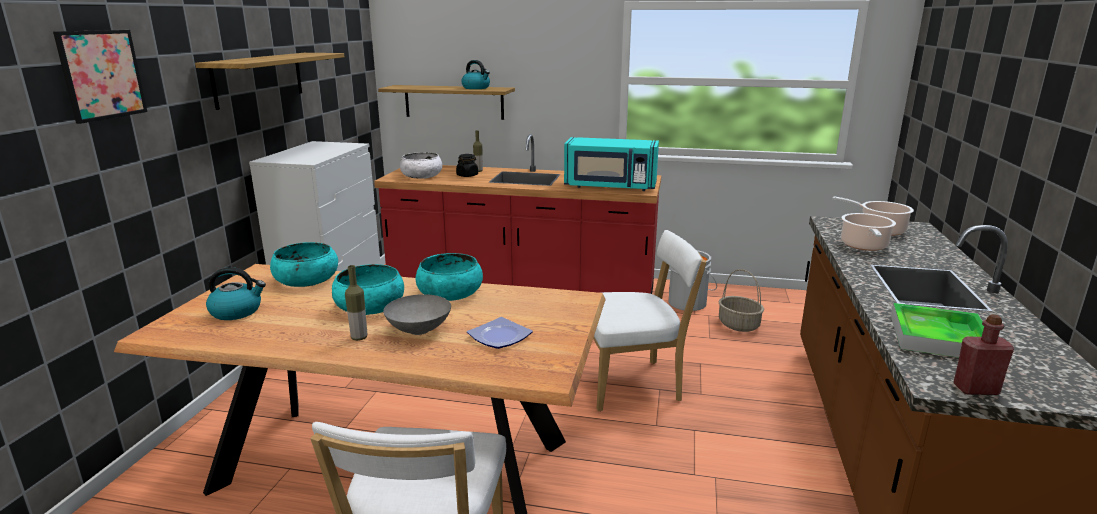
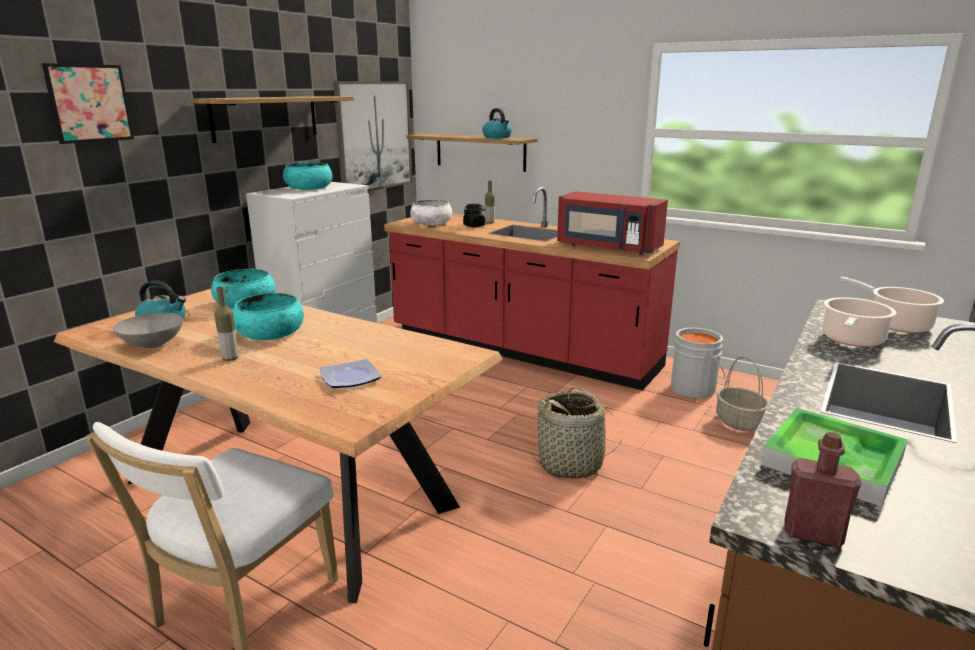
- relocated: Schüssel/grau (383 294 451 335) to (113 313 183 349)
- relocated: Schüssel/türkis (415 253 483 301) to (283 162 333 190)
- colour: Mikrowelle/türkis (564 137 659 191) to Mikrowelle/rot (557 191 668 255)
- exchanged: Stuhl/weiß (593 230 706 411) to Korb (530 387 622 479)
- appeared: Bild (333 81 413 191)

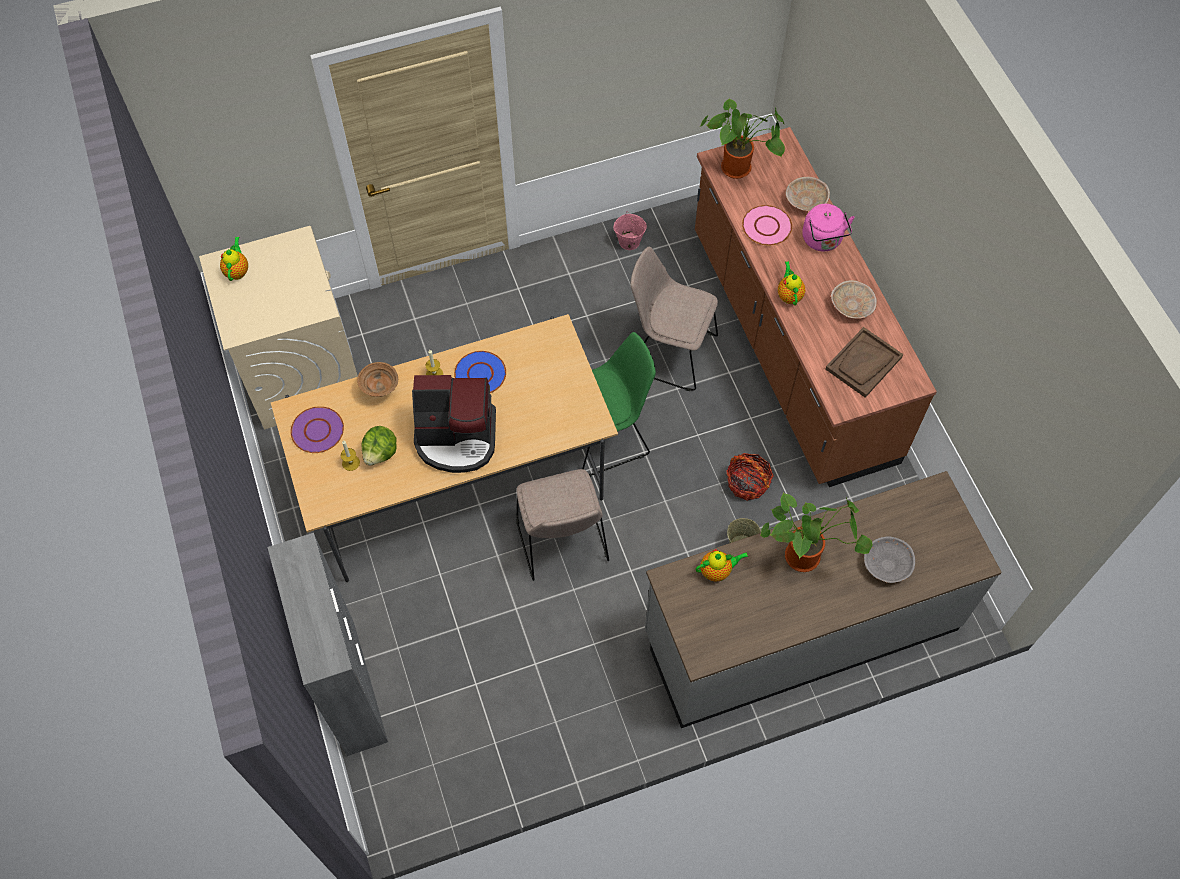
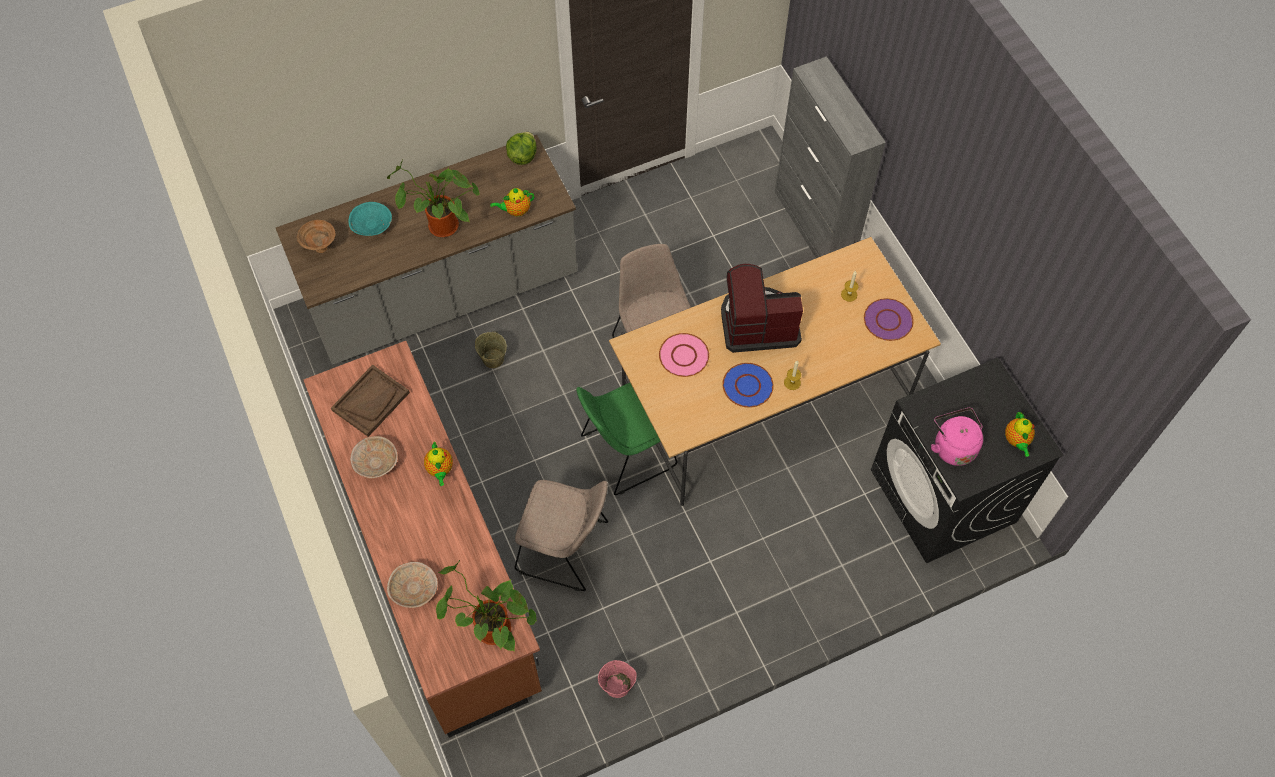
- colour: Waschmaschine/beige (199 226 358 430) to Waschmaschine/schwarz (871 358 1064 563)
- relocated: Schüssel/braun (357 362 398 397) to (297 220 335 253)
- relocated: Salatkopf (361 426 397 465) to (506 132 537 165)
- missing: Korb (726 453 774 501)
- relocated: Teller/rosa (742 205 792 245) to (659 333 709 377)
- relocated: Wasserkessel/rosa (802 204 855 251) to (931 408 983 466)
- colour: Schüssel/grau (864 537 915 583) to Schüssel/türkis (348 202 392 236)

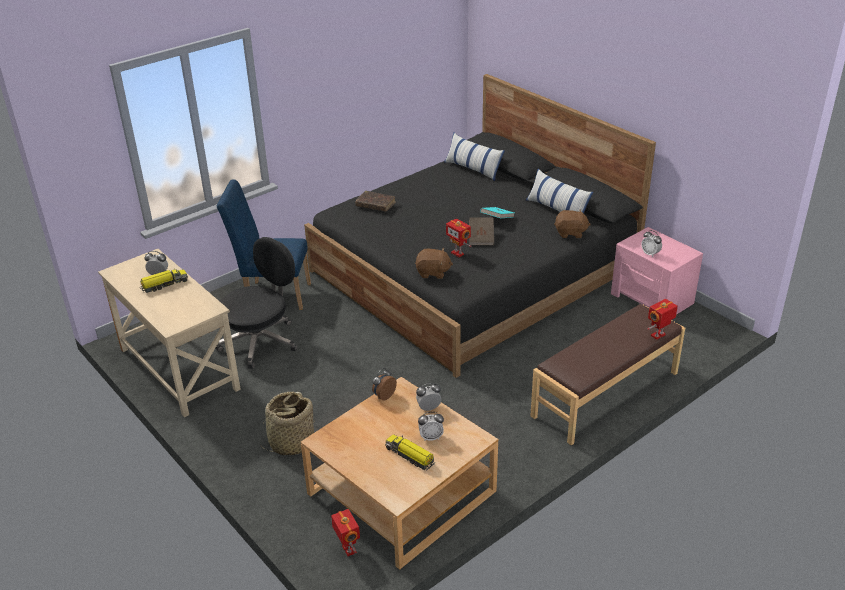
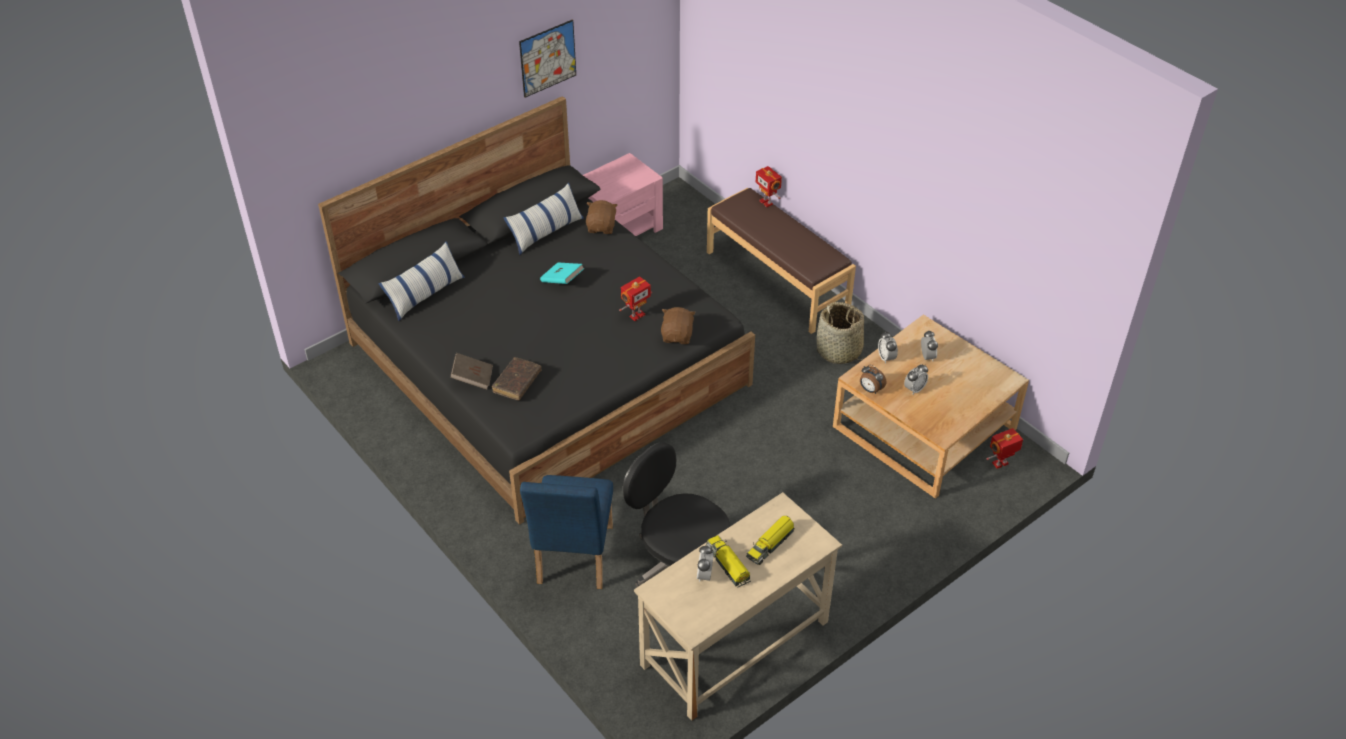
- relocated: Korb (260 392 314 455) to (817 302 864 364)
- relocated: Spielzeuglaster (385 434 435 471) to (746 516 795 565)
- relocated: Buch/braun (469 217 494 245) to (450 353 493 390)
- relocated: Wecker (641 230 662 257) to (904 364 928 395)
- appeared: Bild (519 20 576 98)

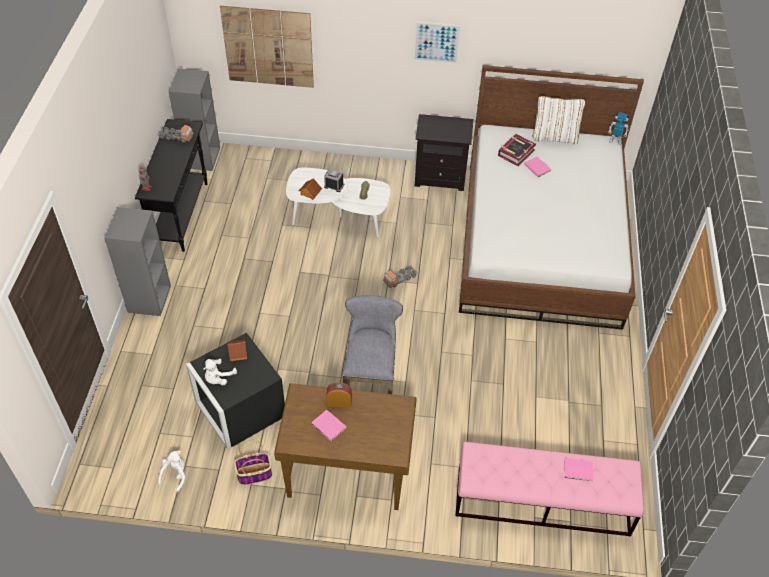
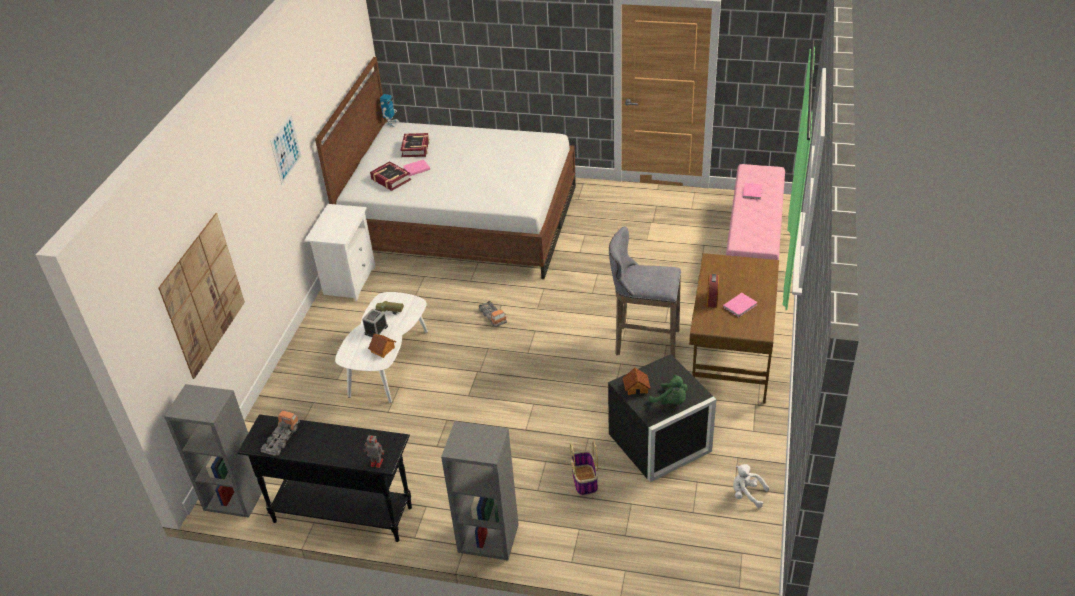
- colour: Plüschtier/weiß (204 359 237 385) to Plüschtier/grün (649 375 688 404)
- relocated: Korb (234 441 272 485) to (570 441 598 496)
- colour: Nachttisch/schwarz (415 114 473 191) to Nachttisch/weiß (304 204 376 301)
- missing: Kissen/weiß (533 96 585 144)
- appeared: Buch (400 133 430 157)

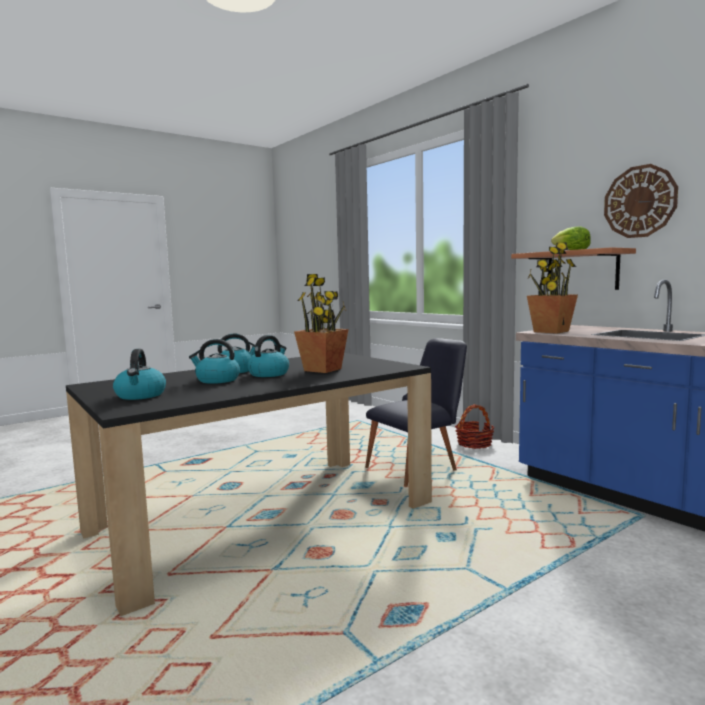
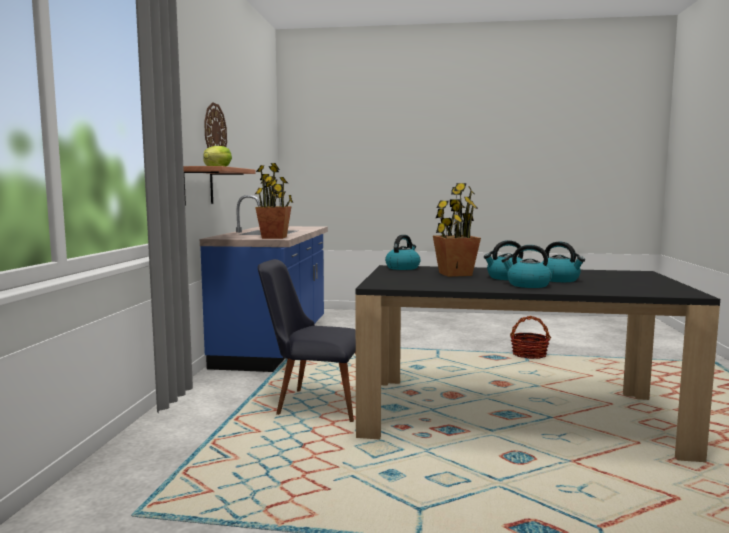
- relocated: Wasserkessel (113 349 166 400) to (385 235 421 270)
- relocated: Korb (455 404 495 449) to (510 316 551 359)

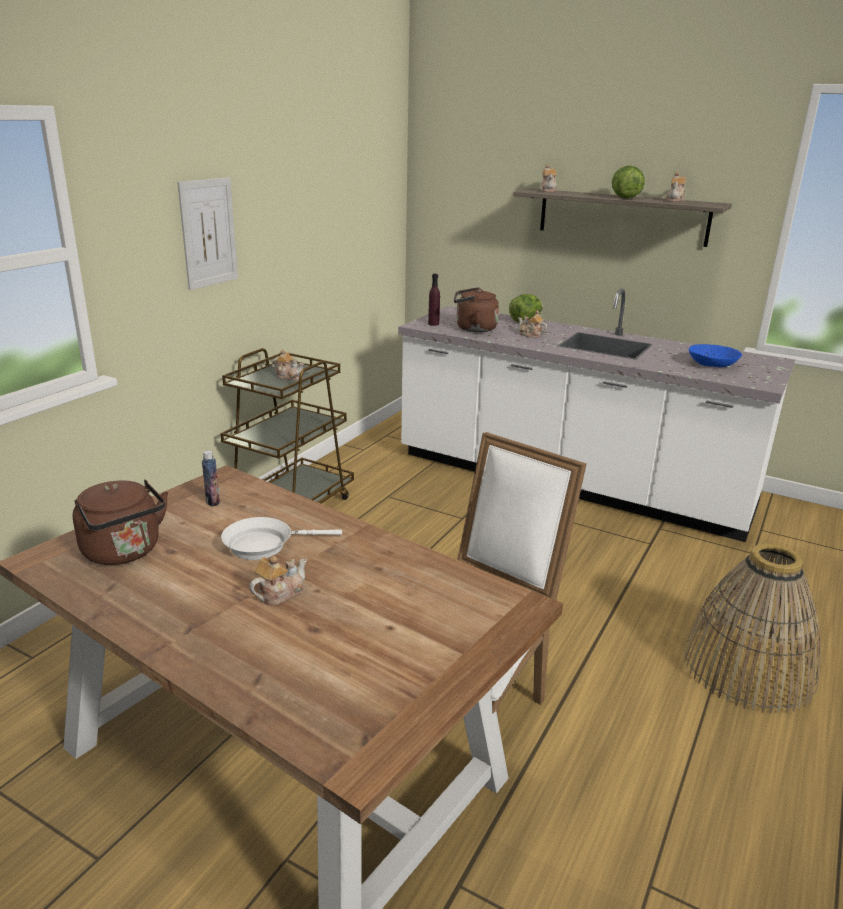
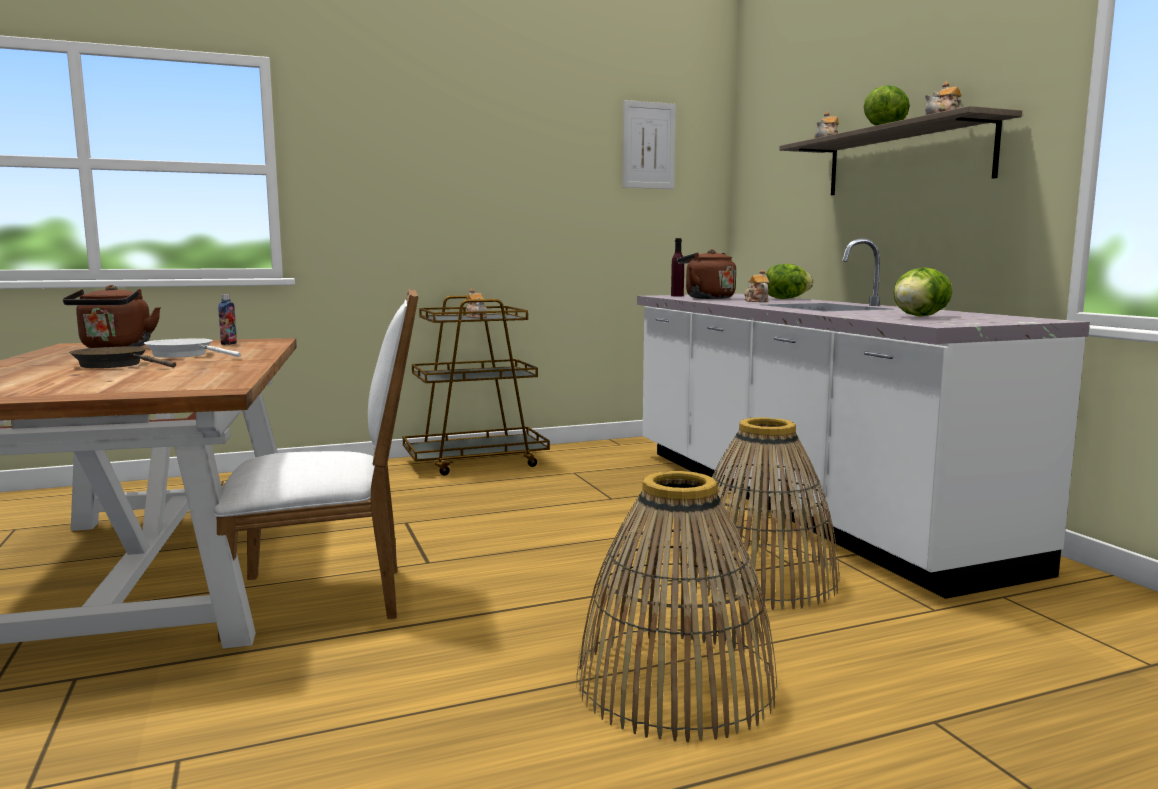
- relocated: Bild (177 177 238 290) to (623 100 676 189)
- exchanged: Teekanne (249 555 307 606) to Pfanne/braun (69 346 176 368)
- exchanged: Schüssel/blau (689 344 742 367) to Salatkopf (894 267 952 317)
- appeared: Korb (687 417 840 610)

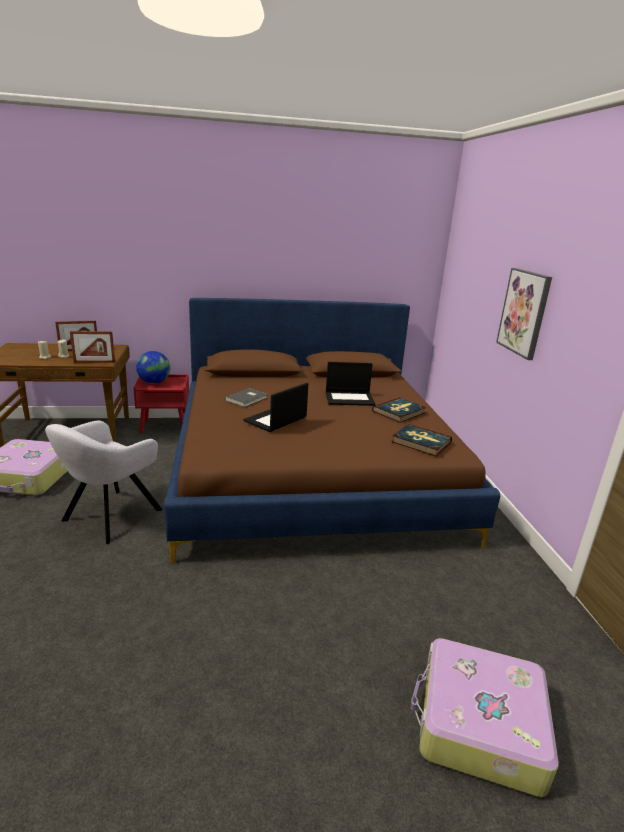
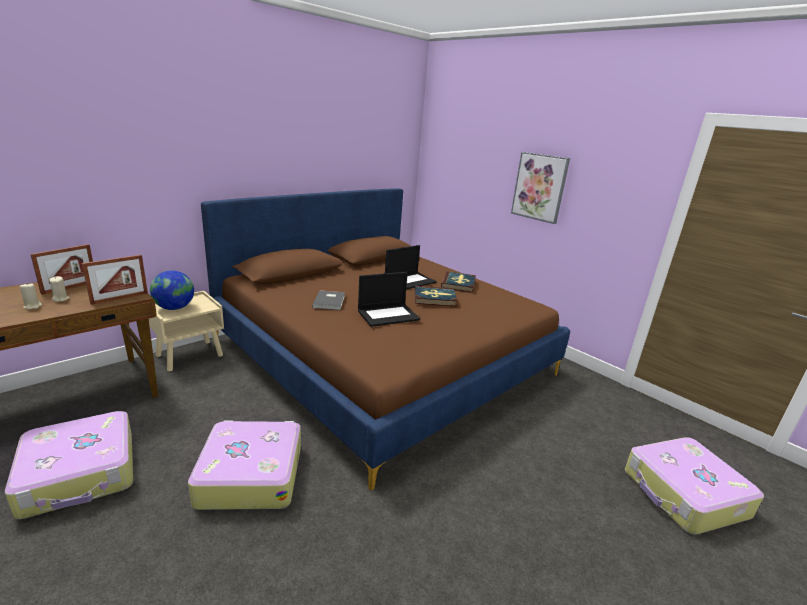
- exchanged: Sessel/grau (45 421 163 544) to Koffer (188 420 301 510)
- colour: Nachttisch/rot (133 374 189 433) to Nachttisch/beige (149 291 224 372)
- spun: Laptop (244 383 308 432) = (358 272 420 327) 120 degrees counterclockwise
- relocated: Buch (391 424 452 456) to (415 286 457 307)

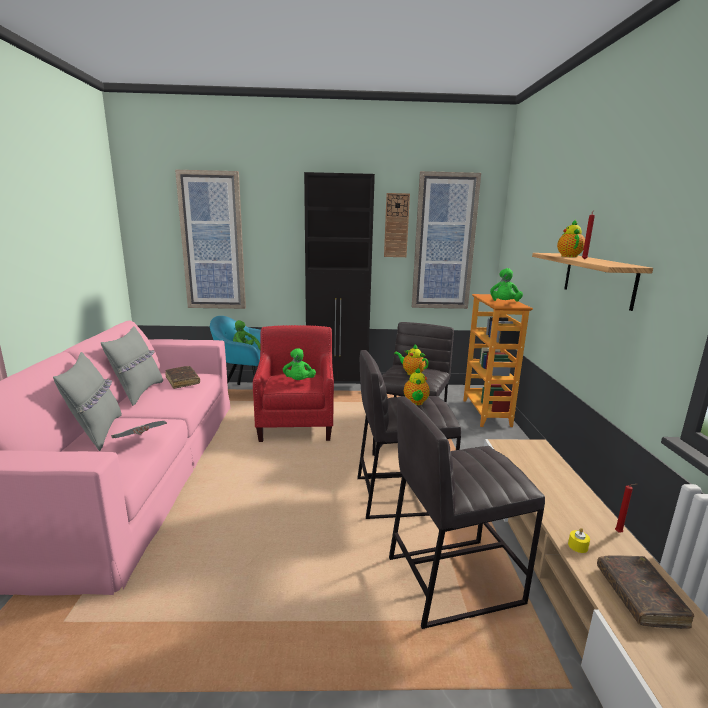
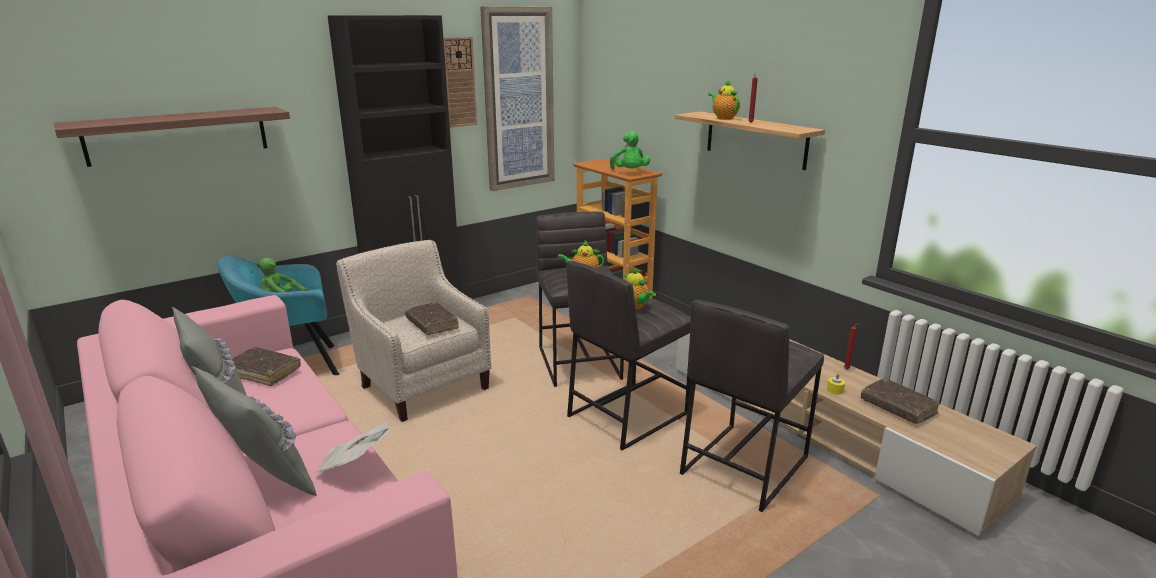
- exchanged: Bild (175 170 246 309) to Wandregal (54 107 290 167)
- colour: Sessel/rot (253 325 334 442) to Sessel/beige (336 240 491 422)
- exchanged: Plüschtier/grün (283 348 316 380) to Buch/braun (405 302 459 335)

